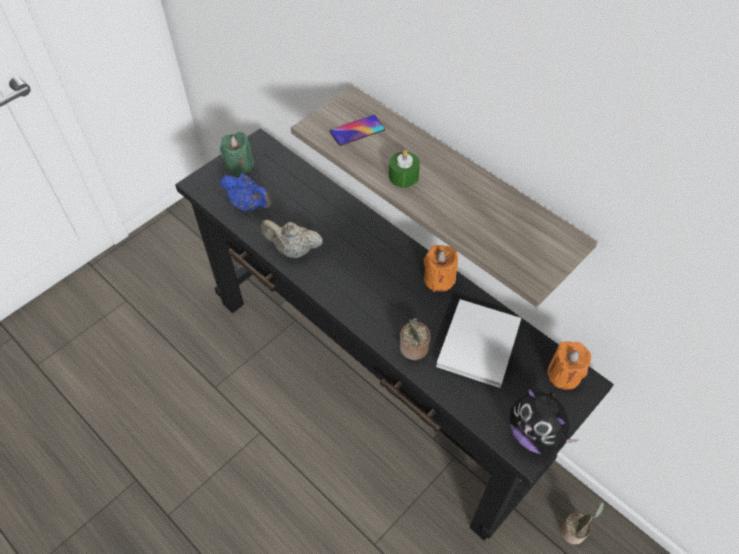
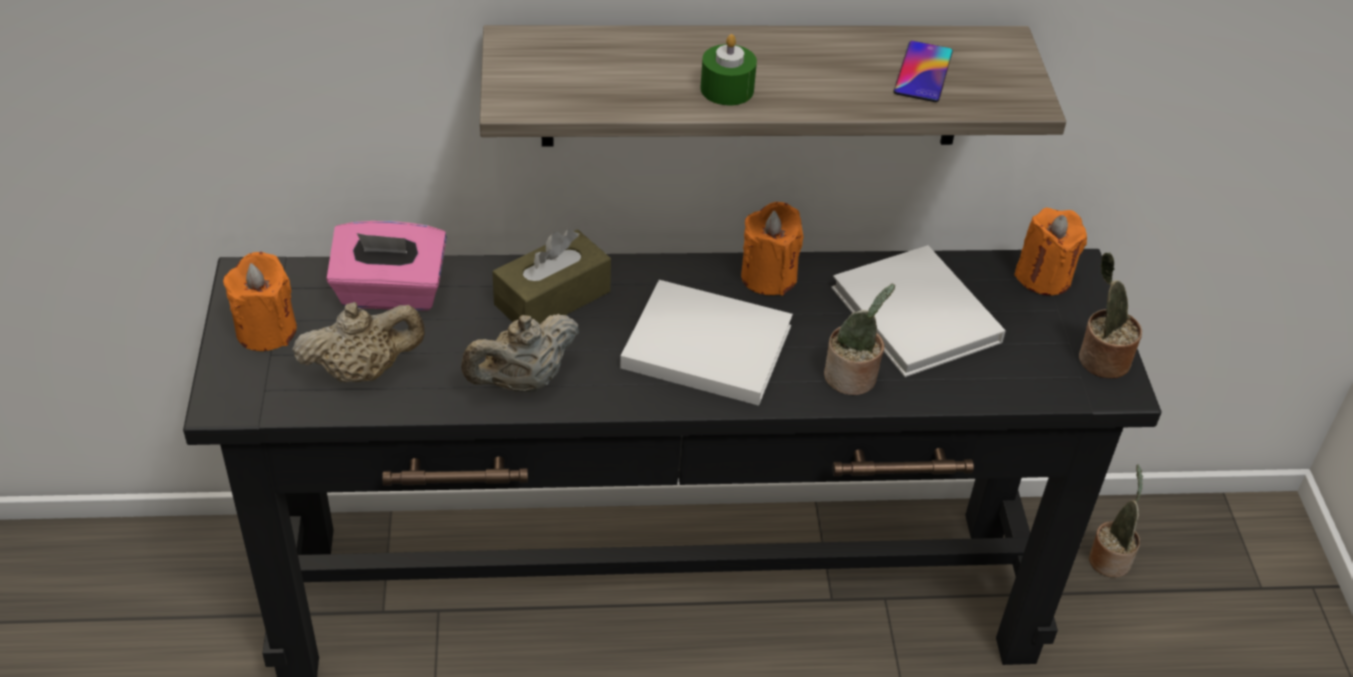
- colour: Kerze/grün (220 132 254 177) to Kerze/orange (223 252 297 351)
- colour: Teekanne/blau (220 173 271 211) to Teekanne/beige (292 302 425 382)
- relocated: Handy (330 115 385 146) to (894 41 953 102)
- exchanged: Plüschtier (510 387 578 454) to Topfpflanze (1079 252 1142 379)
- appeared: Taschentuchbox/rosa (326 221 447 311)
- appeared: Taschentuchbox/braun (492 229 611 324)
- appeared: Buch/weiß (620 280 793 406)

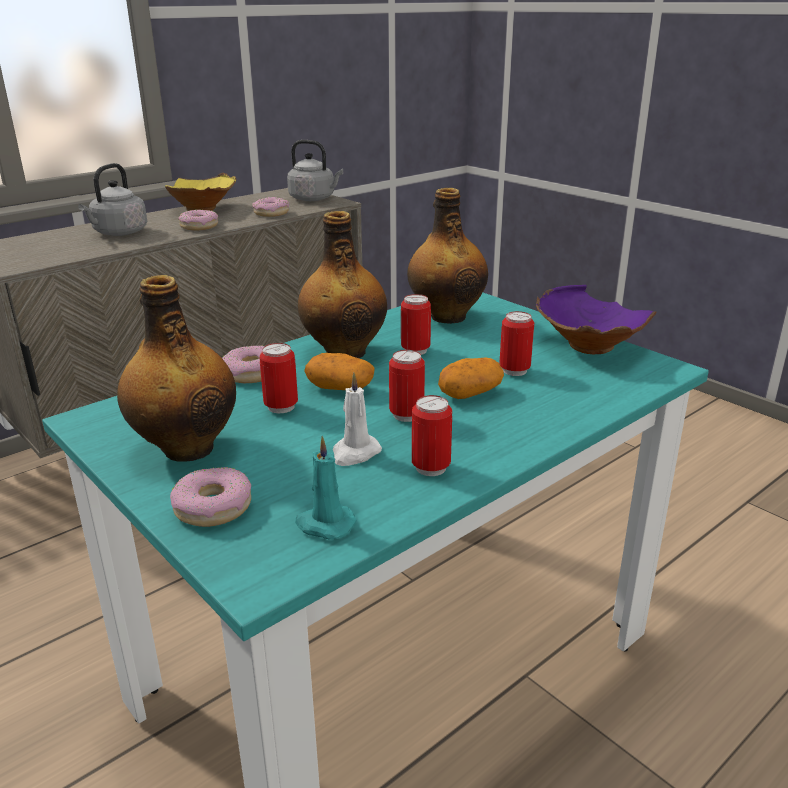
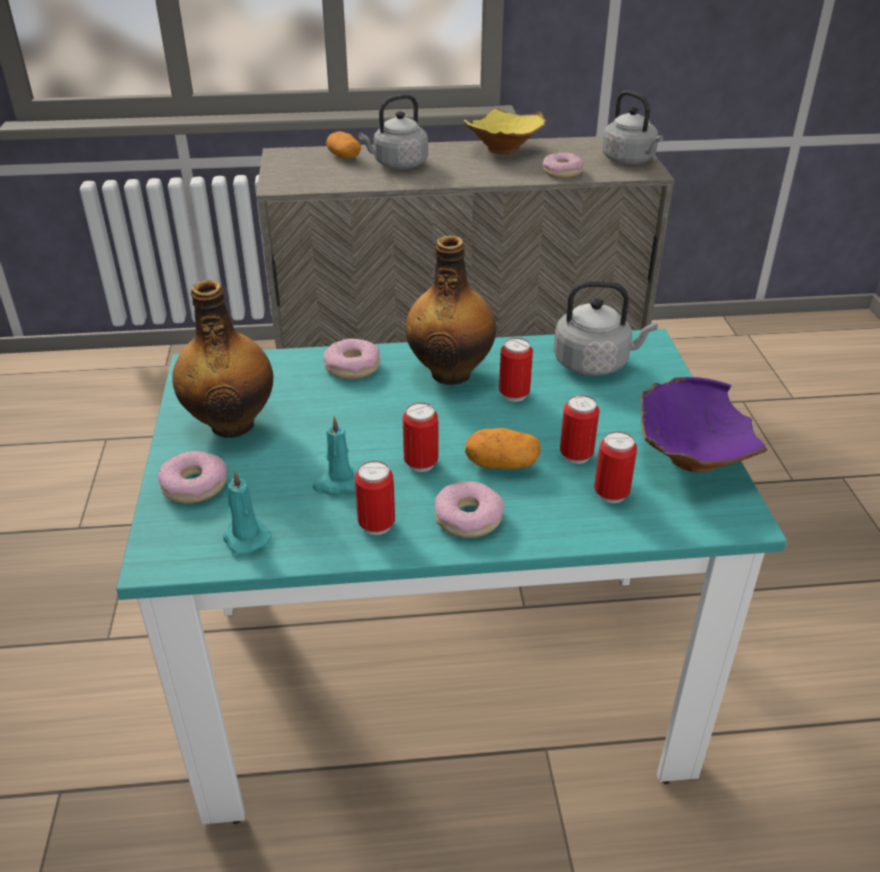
- relocated: Donut (178 210 218 231) to (435 481 505 538)
- relocated: Dose (260 343 298 414) to (594 432 637 503)
- relocated: Kartoffel (304 353 375 390) to (326 131 361 159)
- colour: Kerze/weiß (333 373 382 466) to Kerze/türkis (312 416 358 495)
- exchanged: Flasche (407 188 488 324) to Wasserkessel/grau (554 280 658 376)

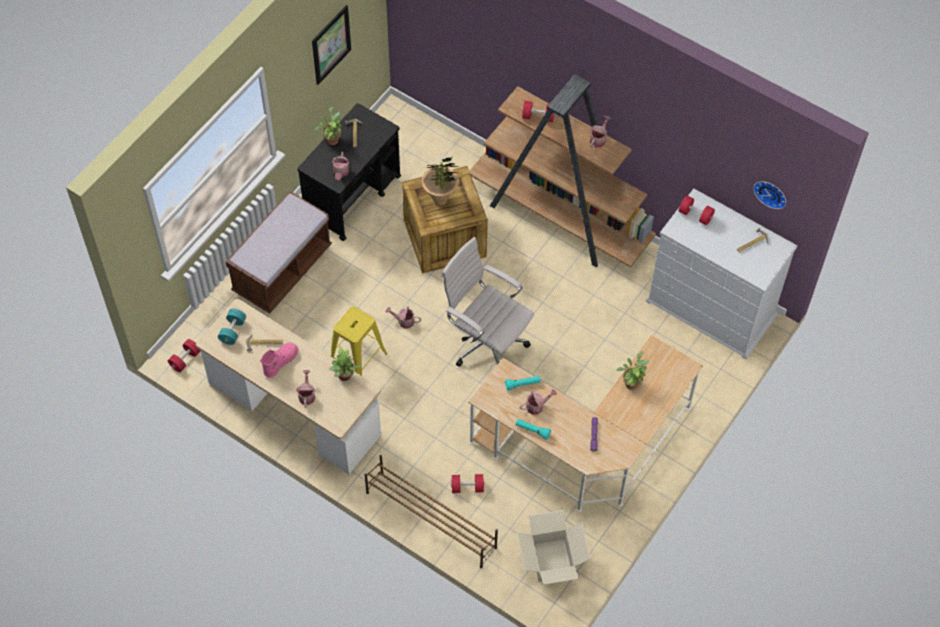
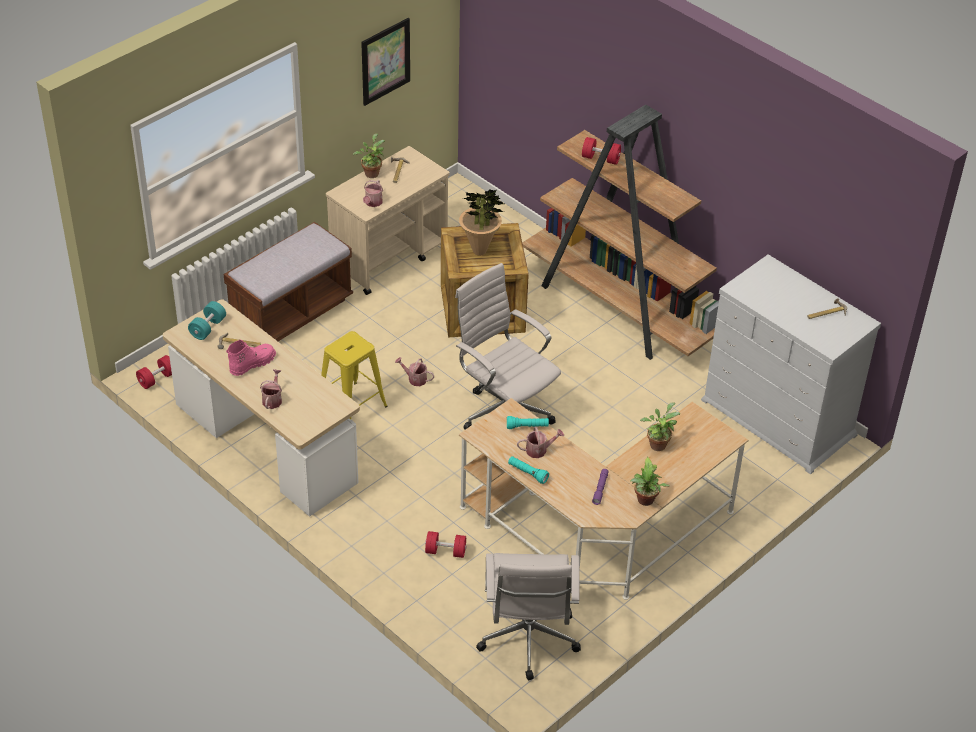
- colour: Rollwagen/schwarz (297 103 401 241) to Rollwagen/beige (326 146 450 295)
- relocated: Topfpflanze (329 347 361 381) to (630 457 670 506)
- missing: Schuhregal/braun (365 455 498 568)
- exchanged: Karton (517 510 591 584) to Bürostuhl/weiß (476 553 581 680)
- missing: Gießkanne (590 116 611 148)
- missing: Hantel/rot (679 196 715 225)
- missing: Wanduhr (753 181 786 209)

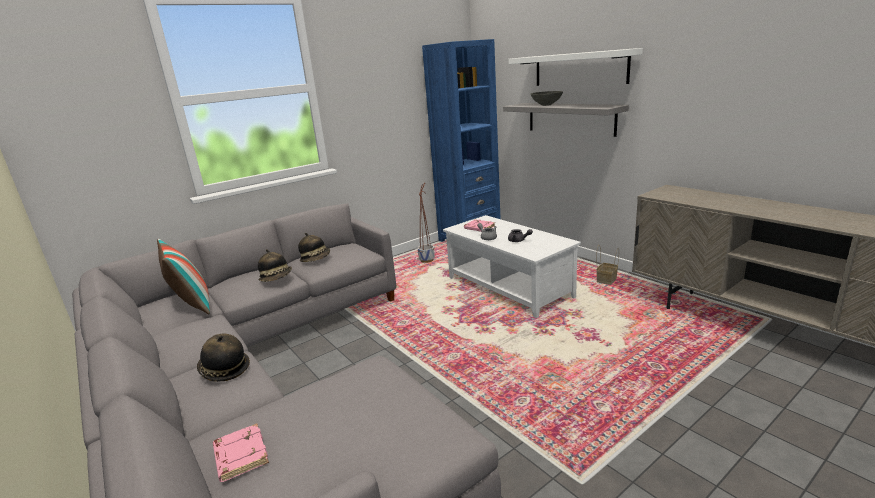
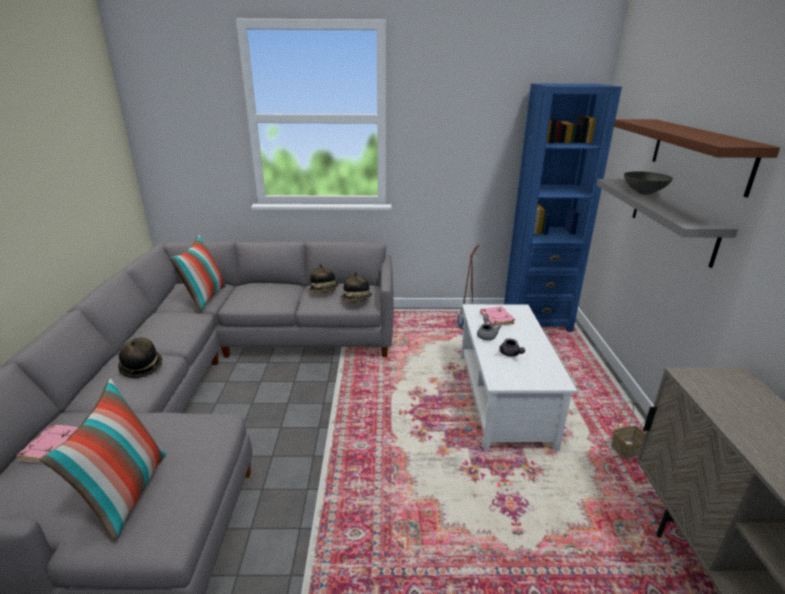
- relocated: Hut (258 249 292 282) to (342 272 372 303)
- colour: Wandregal/weiß (508 48 643 86) to Wandregal/braun (614 119 780 197)
- appeared: Kissen (40 379 166 541)

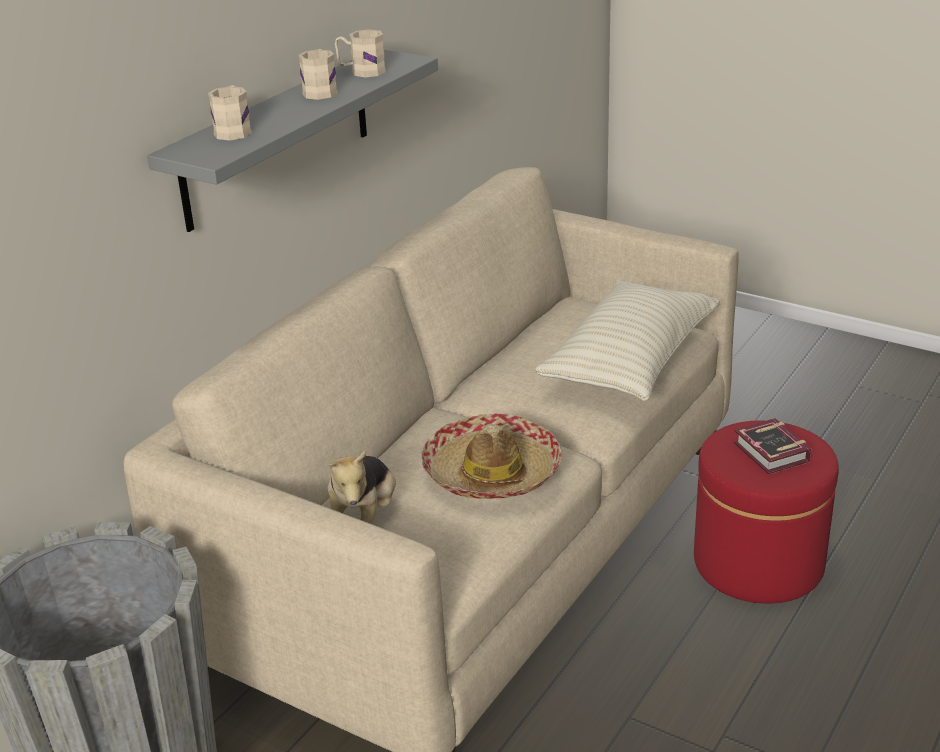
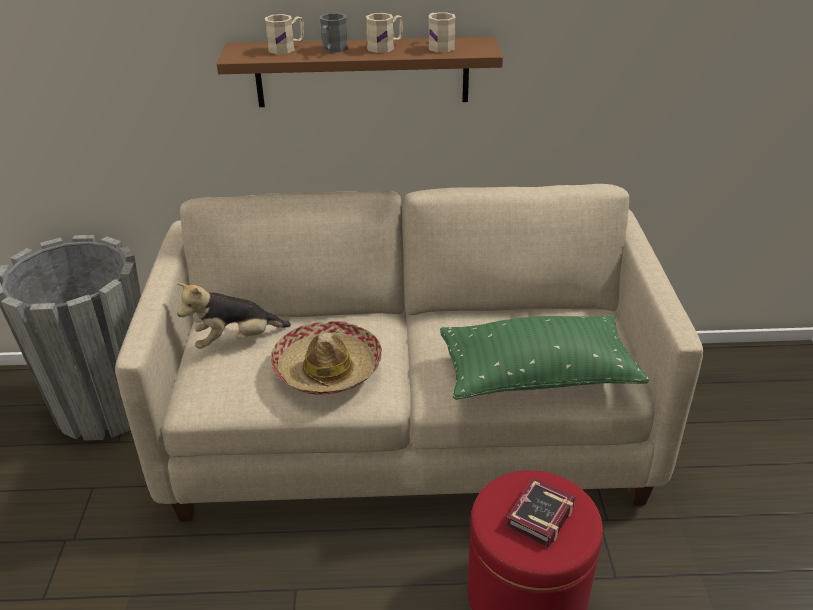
- colour: Wandregal/grau (147 50 438 232) to Wandregal/braun (217 37 503 107)
- colour: Kissen/beige (535 280 720 401) to Kissen/grün (440 315 649 400)
- appeared: Henkelbecher/grau (320 13 348 53)

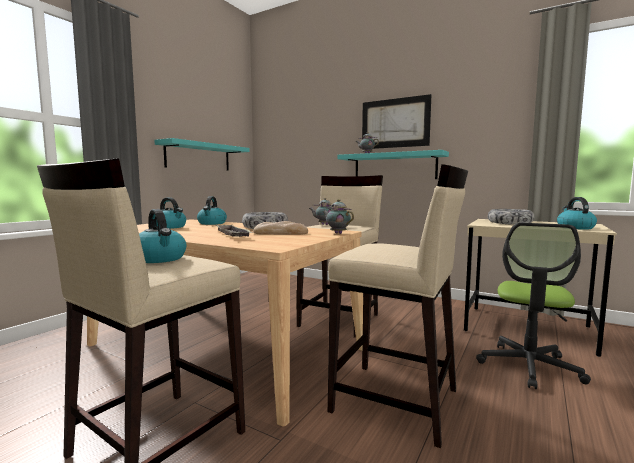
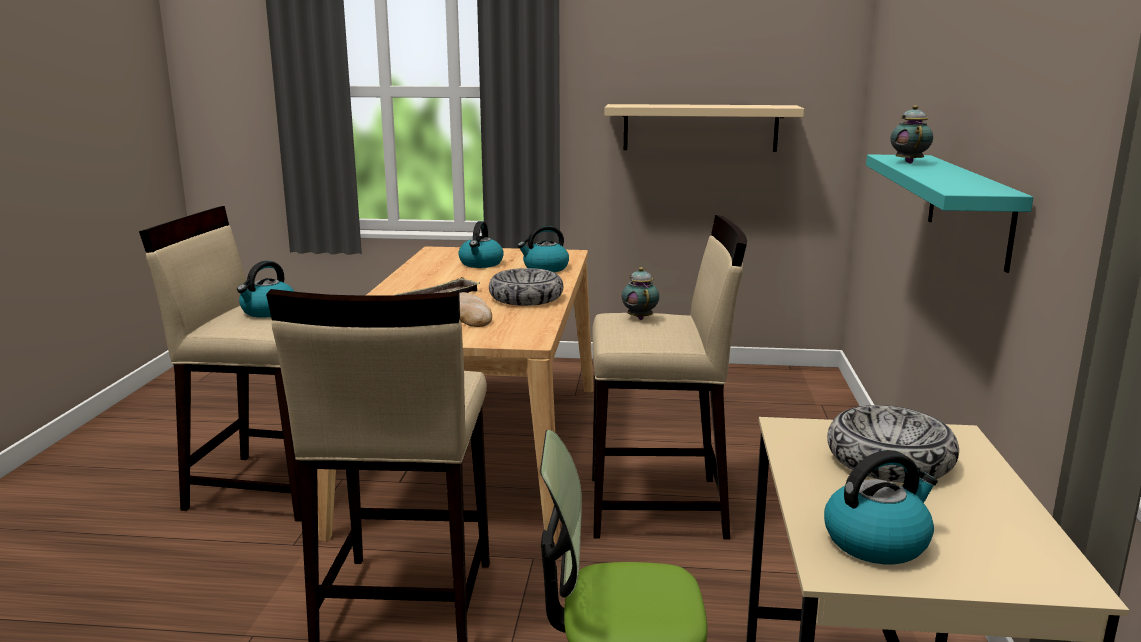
- colour: Wandregal/türkis (154 138 250 170) to Wandregal/beige (605 104 804 152)
- missing: Teekanne (323 199 354 234)
- missing: Bild (362 94 431 149)

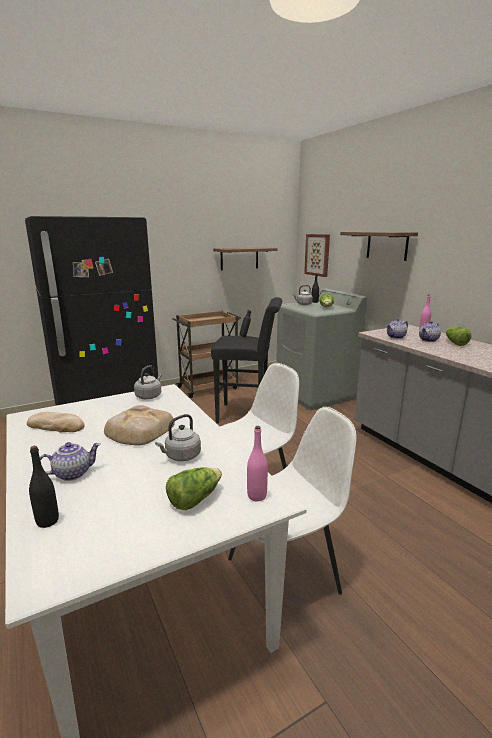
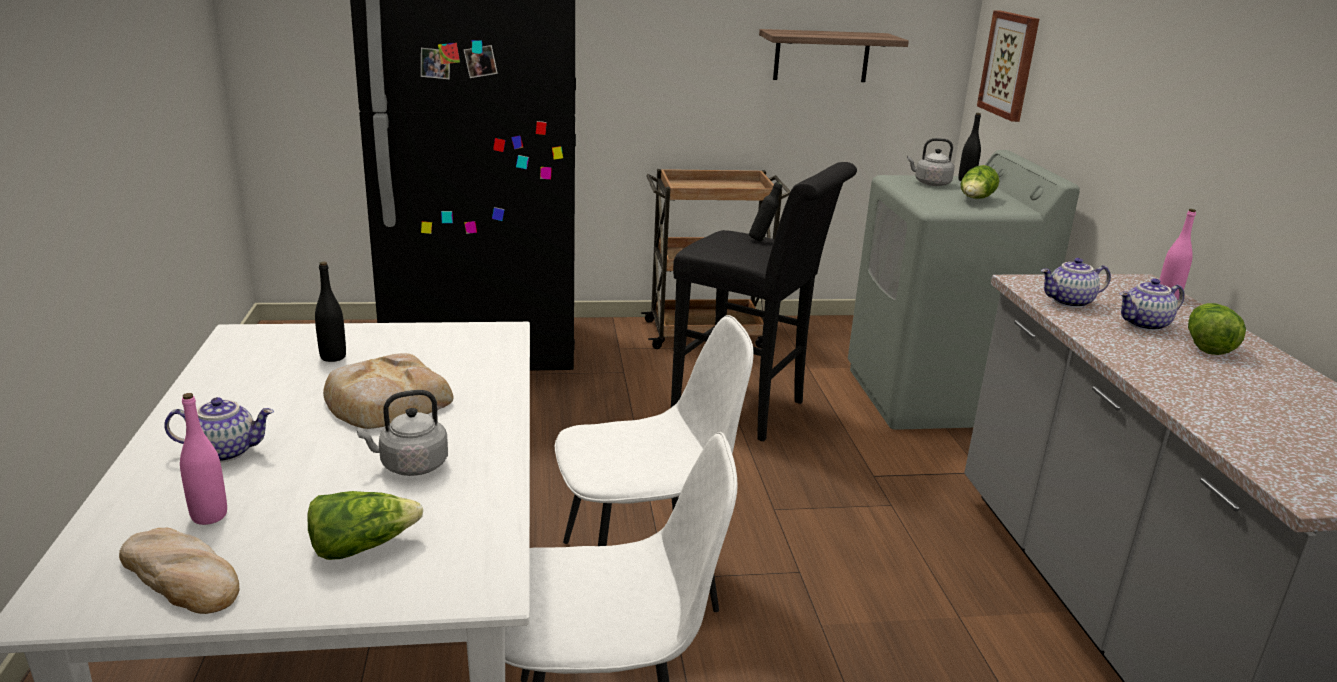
- relocated: Brot (27 412 85 432) to (119 528 239 614)
- relocated: Flasche/schwarz (29 446 59 528) to (315 261 346 362)
- missing: Wasserkessel/grau (134 365 162 399)
- relocated: Flasche/rosa (247 426 268 501) to (180 393 227 525)
- missing: Wandregal (340 232 418 261)

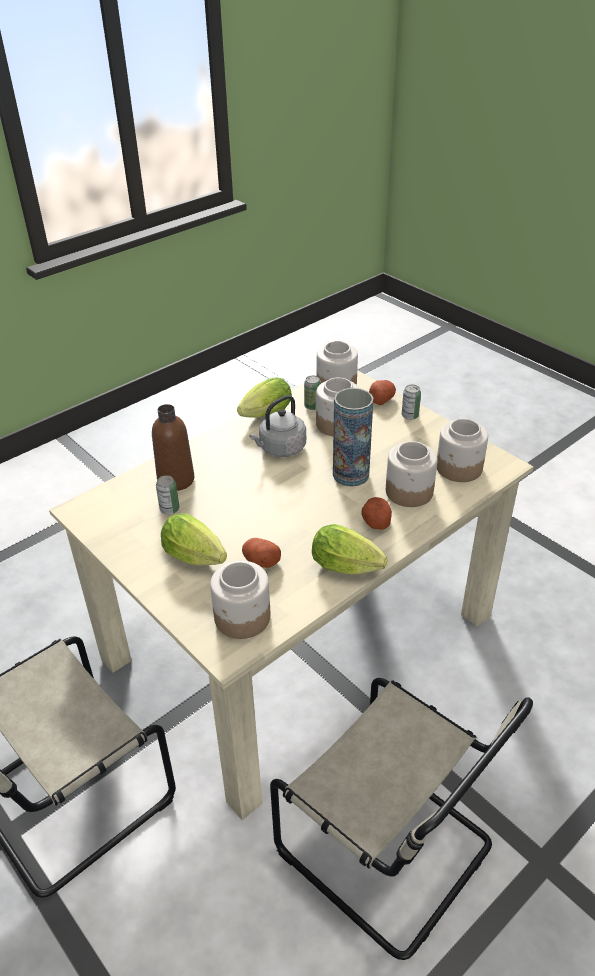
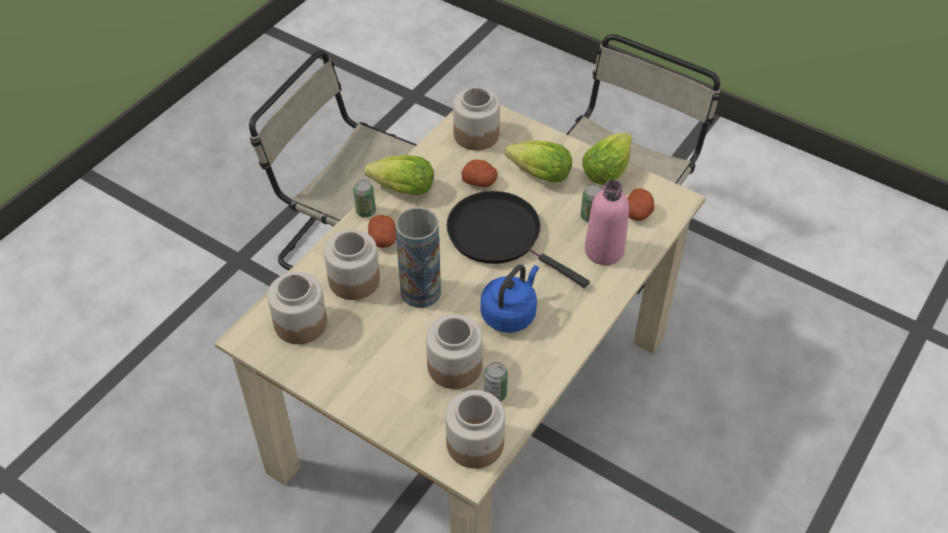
- colour: Flasche/braun (152 404 194 491) to Flasche/rosa (585 180 629 265)
- relocated: Salatkopf (237 378 292 418) to (582 132 632 185)
- colour: Wasserkessel/grau (249 395 306 457) to Wasserkessel/blau (481 264 539 333)
- relocated: Kartoffel (369 380 396 405) to (627 188 654 221)
- relocated: Dose (402 385 421 420) to (353 180 376 218)
- appeared: Pfanne/schwarz (447 191 590 288)

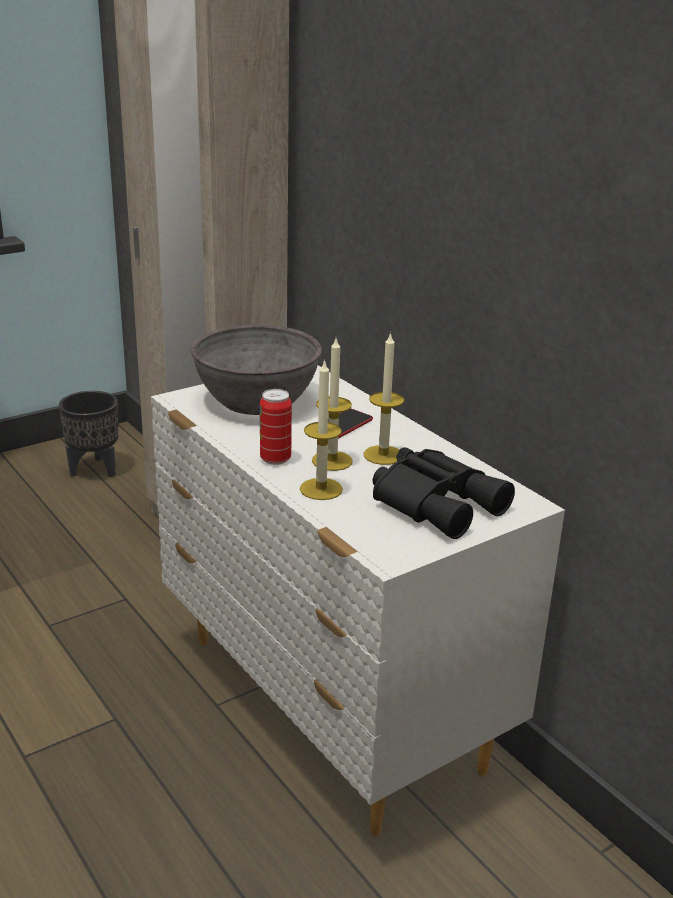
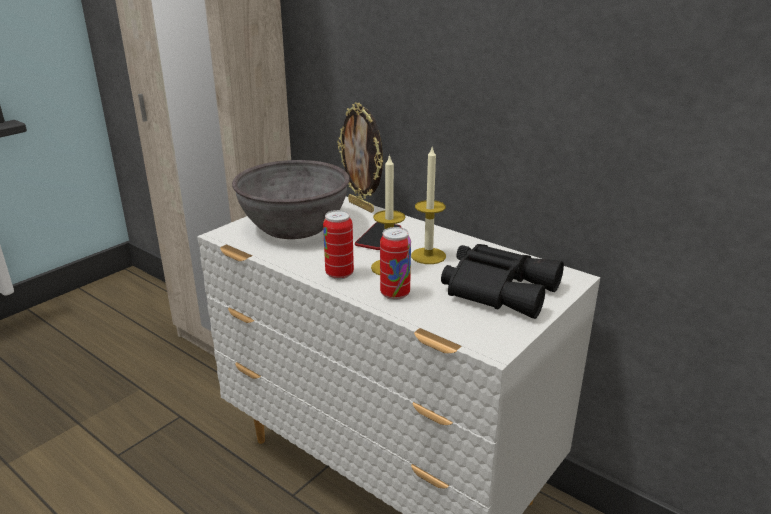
- missing: Pflanzkübel/schwarz (59 391 119 477)
- exchanged: Kerze (300 359 343 500) to Dose (380 227 411 300)
- appeared: Bilderrahmen (337 102 383 213)

